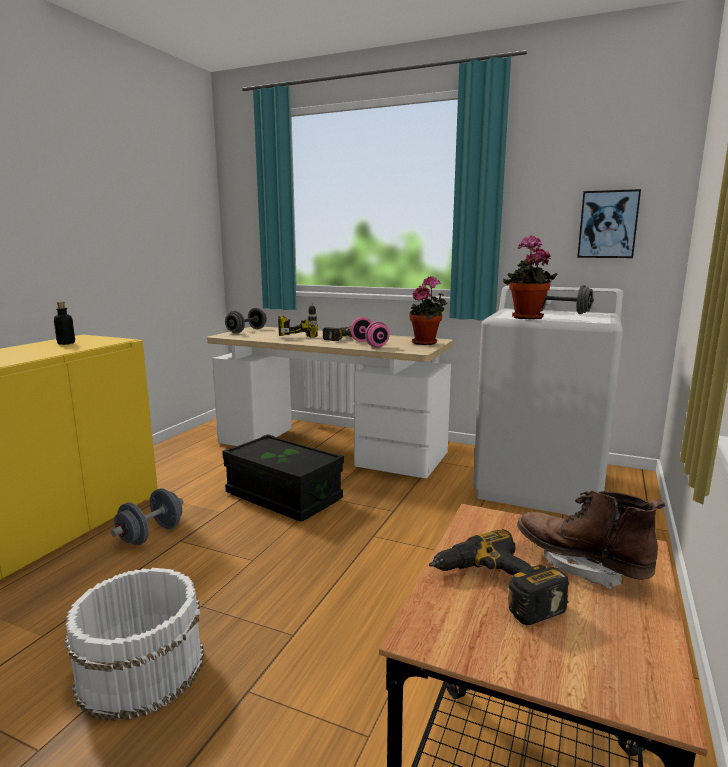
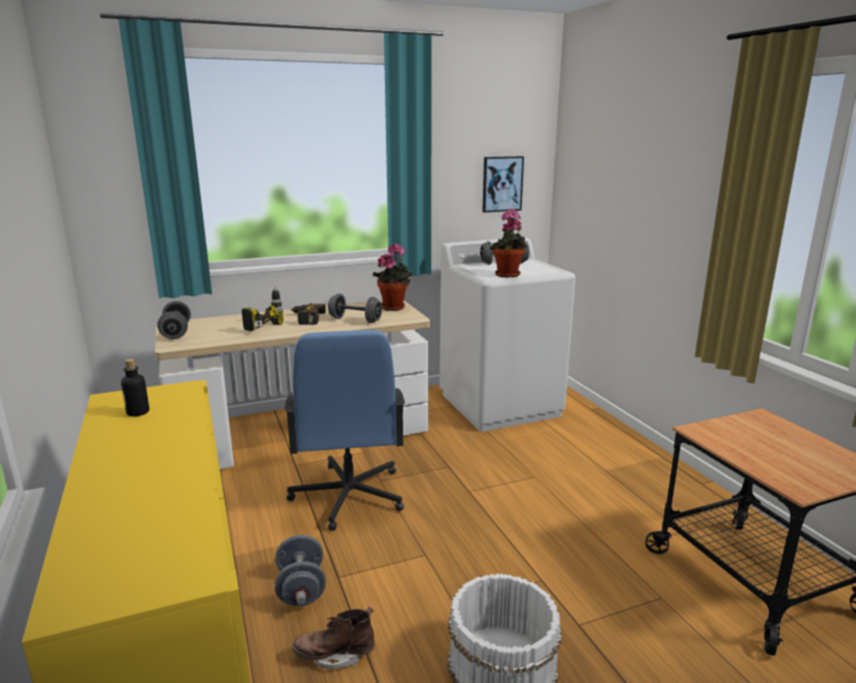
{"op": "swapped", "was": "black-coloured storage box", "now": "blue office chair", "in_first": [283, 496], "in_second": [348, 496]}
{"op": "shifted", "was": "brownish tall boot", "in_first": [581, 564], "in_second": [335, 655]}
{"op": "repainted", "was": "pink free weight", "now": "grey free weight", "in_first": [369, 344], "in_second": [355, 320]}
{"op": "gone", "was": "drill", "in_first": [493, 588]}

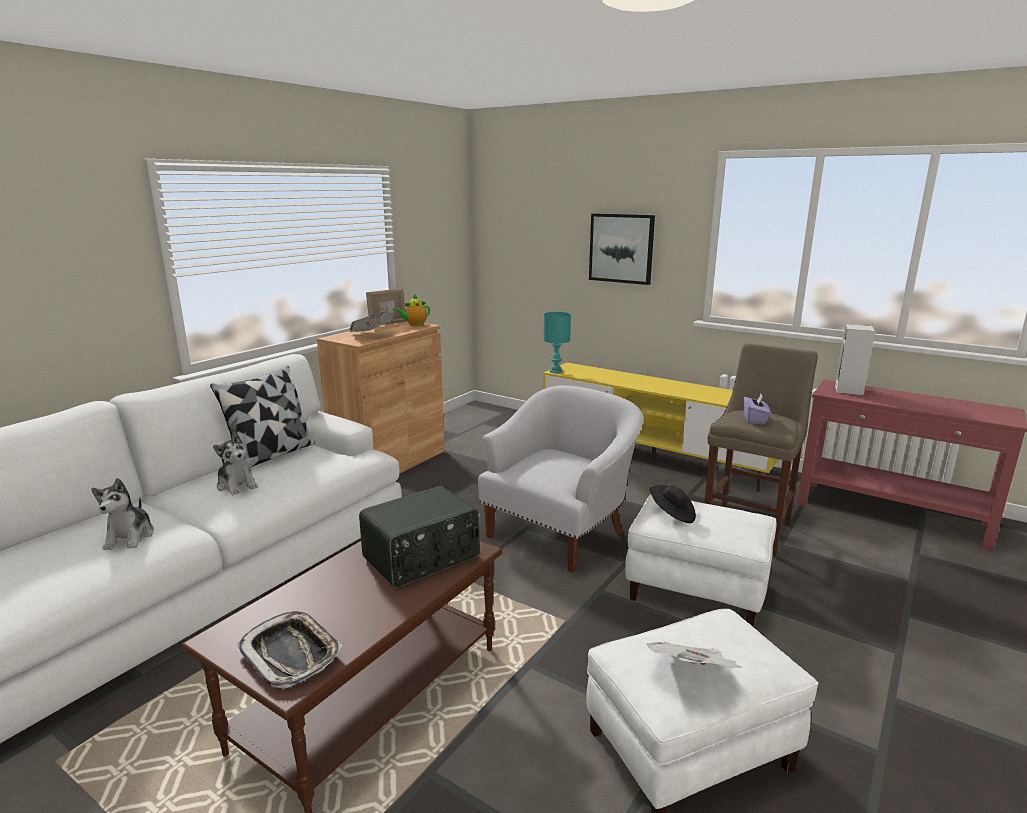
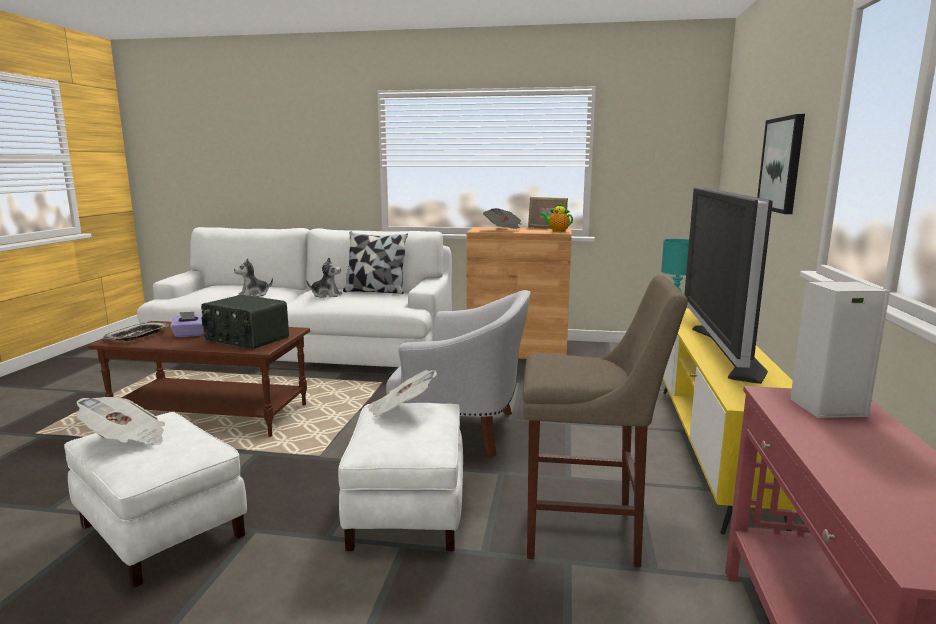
{"op": "shifted", "was": "purple-coloured tissue holder", "in_first": [754, 419], "in_second": [190, 335]}
{"op": "rotated", "was": "cuddly toy", "in_first": [237, 485], "in_second": [326, 295], "clockwise": -105}
{"op": "swapped", "was": "black-coloured wearable hat", "now": "printed paper", "in_first": [672, 514], "in_second": [401, 410]}
{"op": "new", "now": "television", "in_second": [724, 351]}

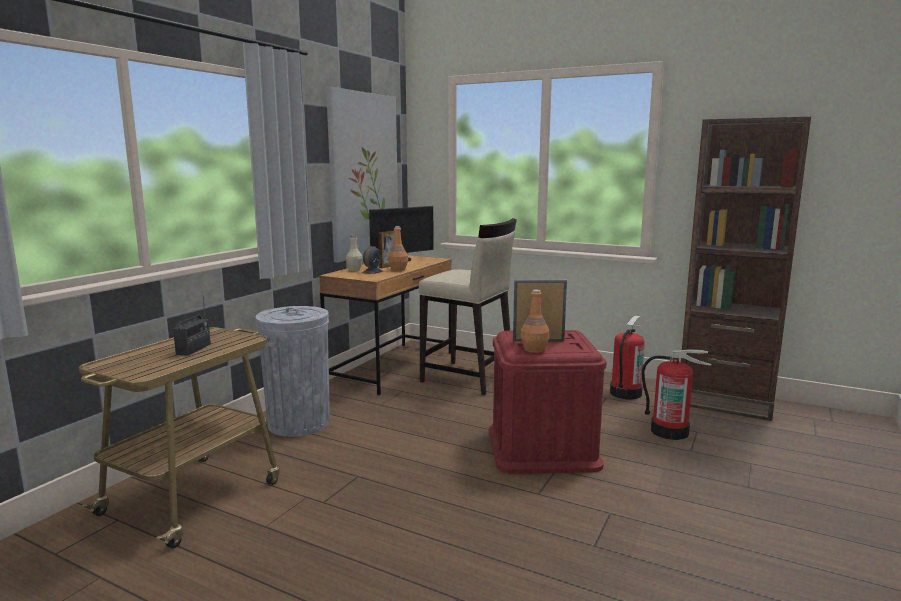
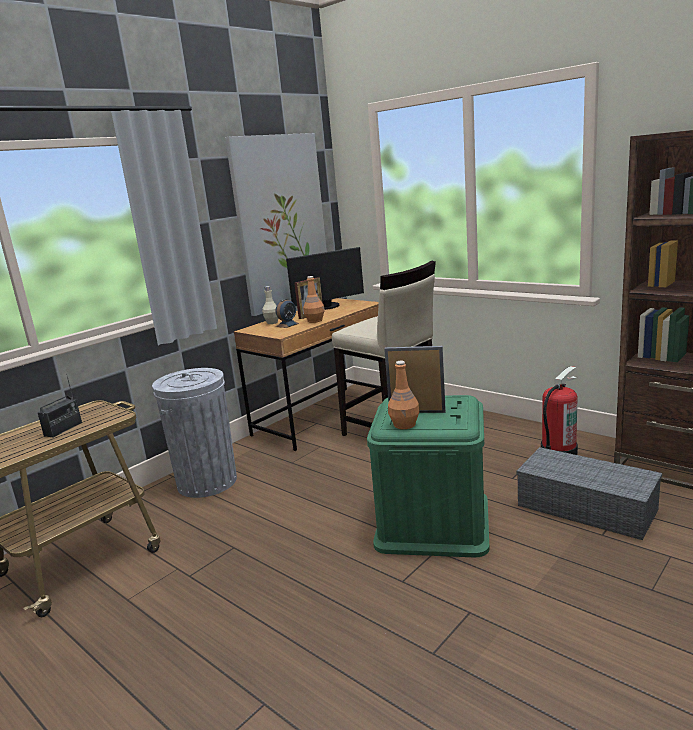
{"op": "repainted", "was": "red-coloured storage box", "now": "greenish storage box", "in_first": [542, 447], "in_second": [433, 522]}
{"op": "swapped", "was": "fire-fighting cylinder", "now": "grey storage box", "in_first": [670, 431], "in_second": [588, 507]}

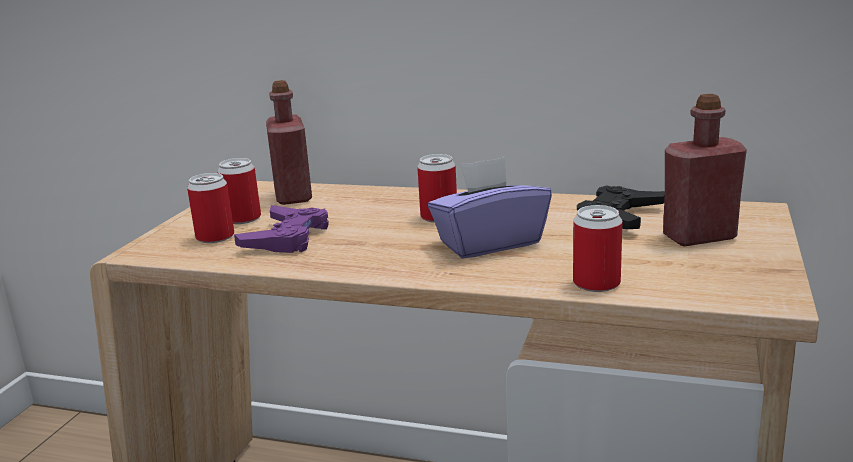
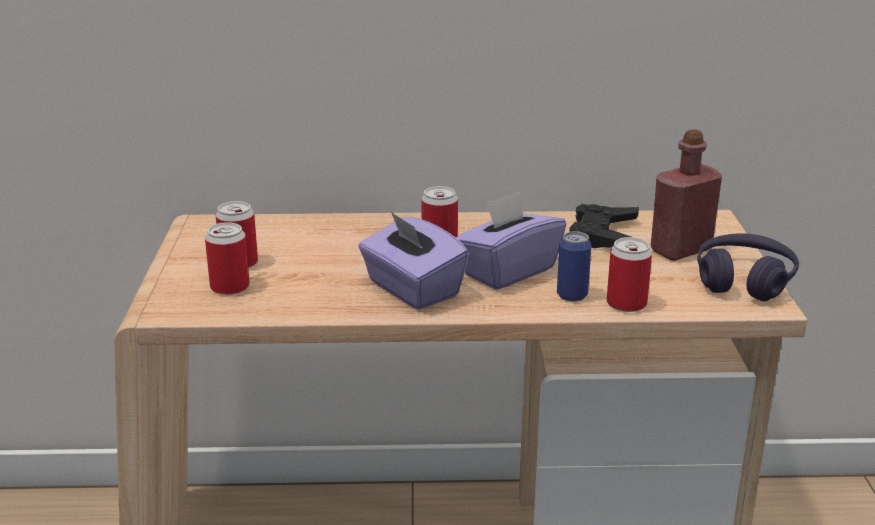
{"op": "new", "now": "purple-coloured tissue holder", "in_second": [412, 289]}
{"op": "new", "now": "can", "in_second": [572, 295]}
{"op": "new", "now": "purple-coloured headset", "in_second": [744, 280]}
{"op": "gone", "was": "purple-coloured game controller", "in_first": [287, 238]}
{"op": "gone", "was": "red-coloured bottle", "in_first": [293, 196]}

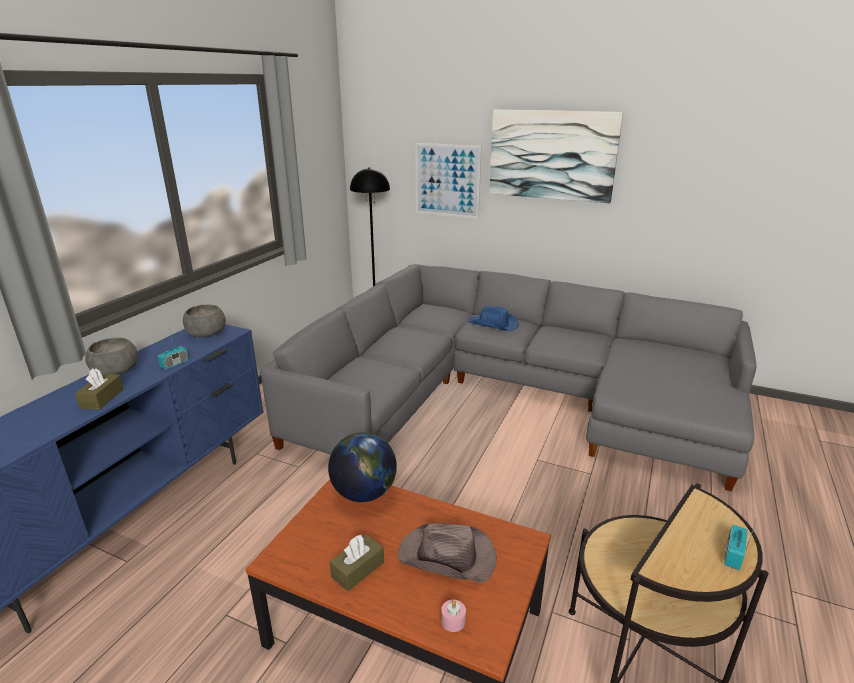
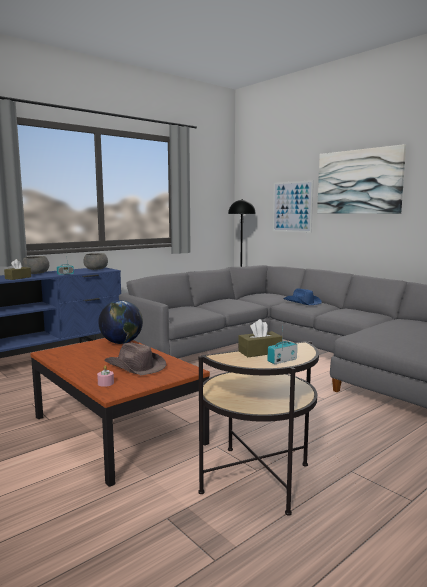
{"op": "shifted", "was": "brownish tissue holder", "in_first": [358, 569], "in_second": [260, 352]}

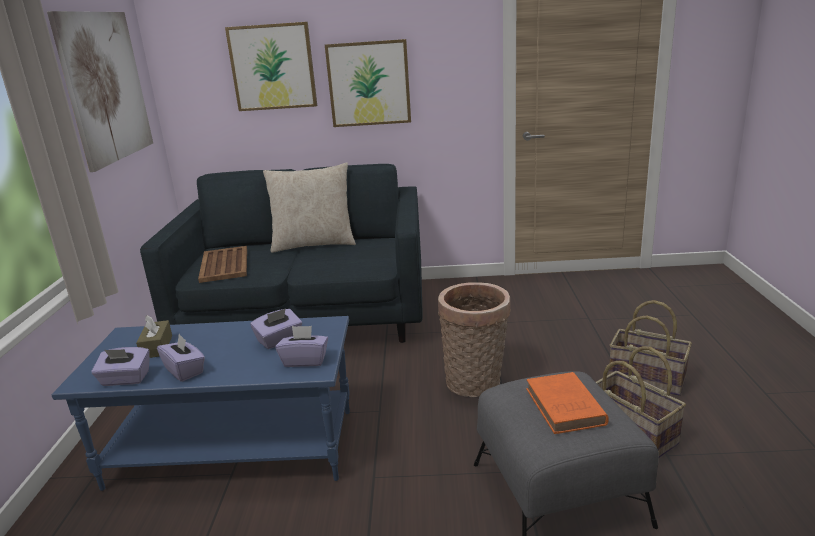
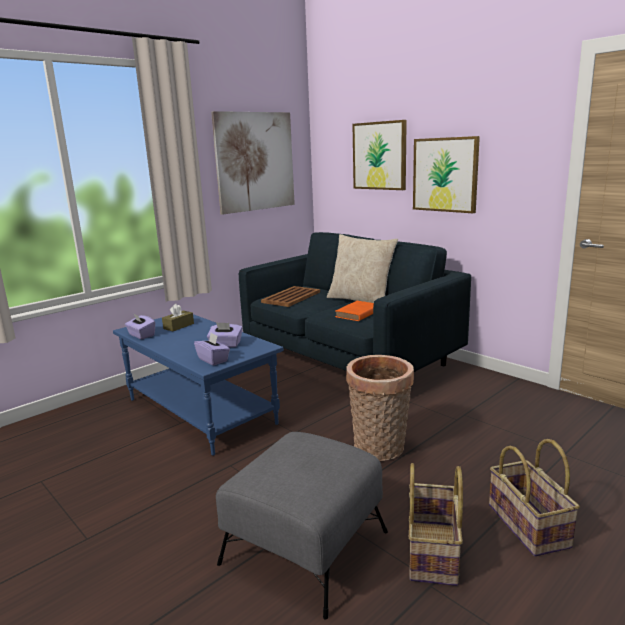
{"op": "shifted", "was": "orangey volume", "in_first": [566, 408], "in_second": [357, 314]}
{"op": "gone", "was": "purple-coloured tissue holder", "in_first": [185, 370]}

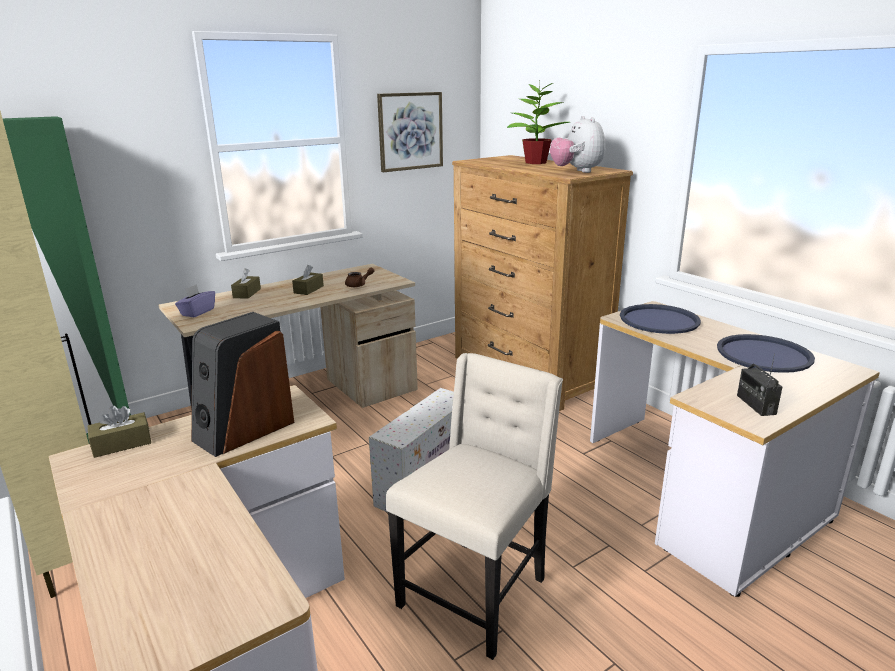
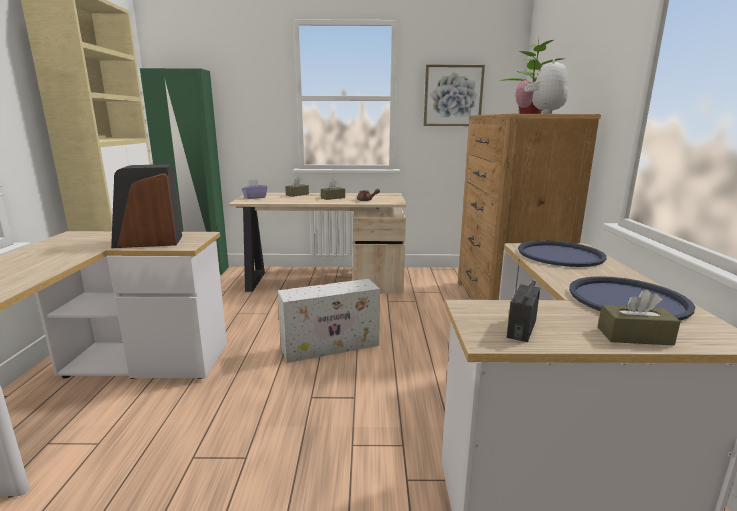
{"op": "shifted", "was": "brownish tissue holder", "in_first": [122, 444], "in_second": [634, 336]}
{"op": "gone", "was": "beige-coloured upright chair", "in_first": [476, 592]}

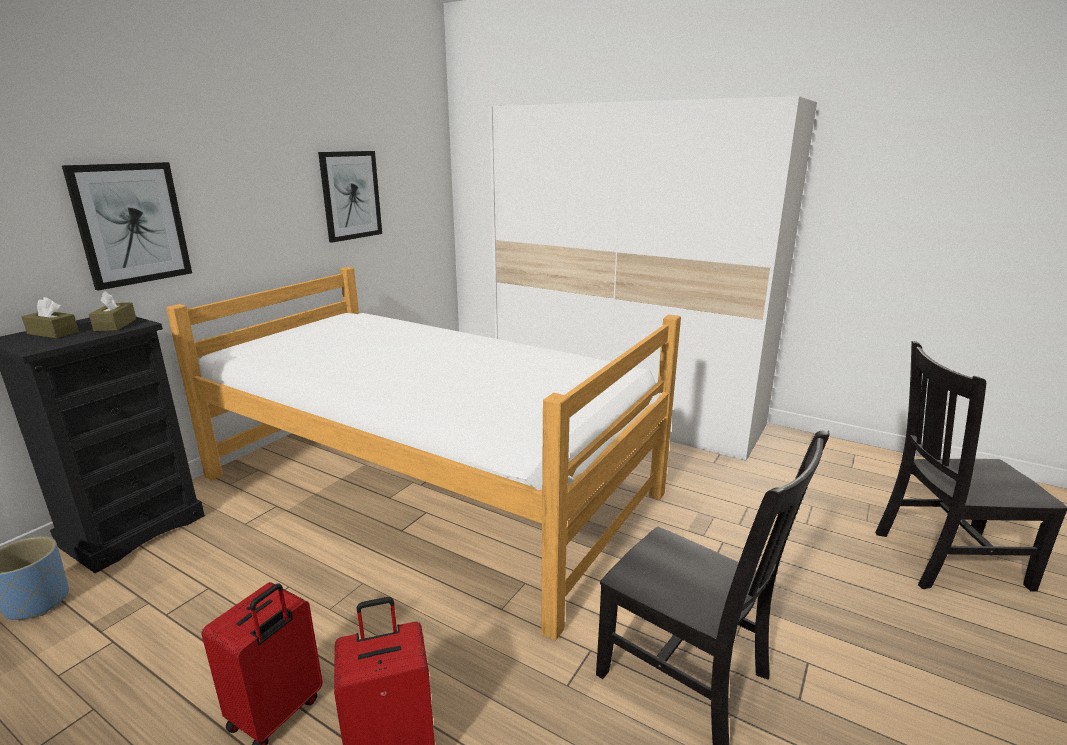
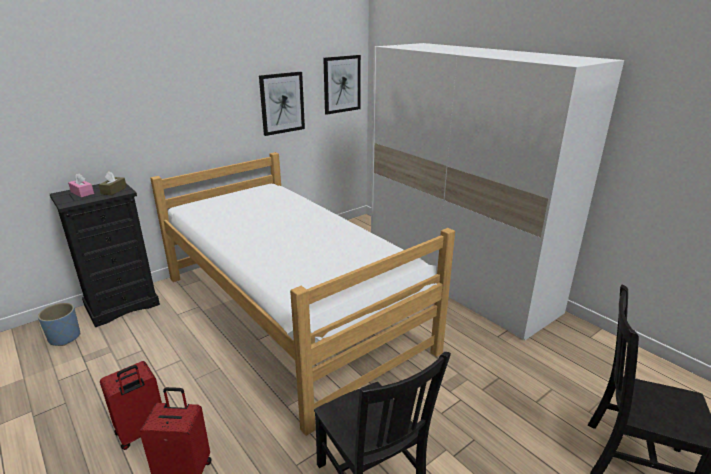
{"op": "repainted", "was": "brownish tissue holder", "now": "pink tissue holder", "in_first": [53, 333], "in_second": [82, 193]}
{"op": "shifted", "was": "picture", "in_first": [131, 224], "in_second": [341, 84]}

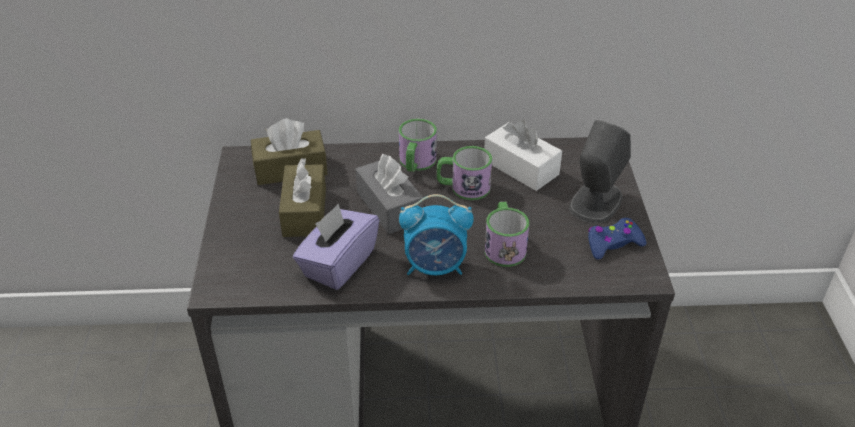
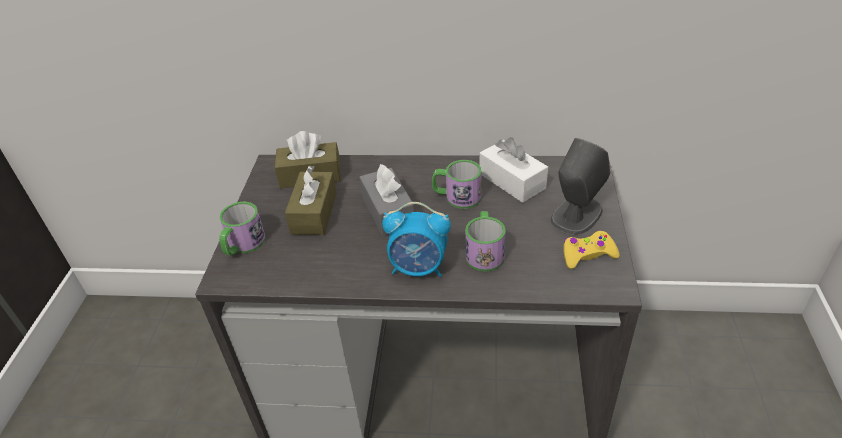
{"op": "shifted", "was": "coffee mug", "in_first": [416, 163], "in_second": [243, 245]}
{"op": "repainted", "was": "blue game controller", "now": "yellow game controller", "in_first": [613, 244], "in_second": [587, 255]}
{"op": "gone", "was": "purple-coloured tissue holder", "in_first": [338, 264]}

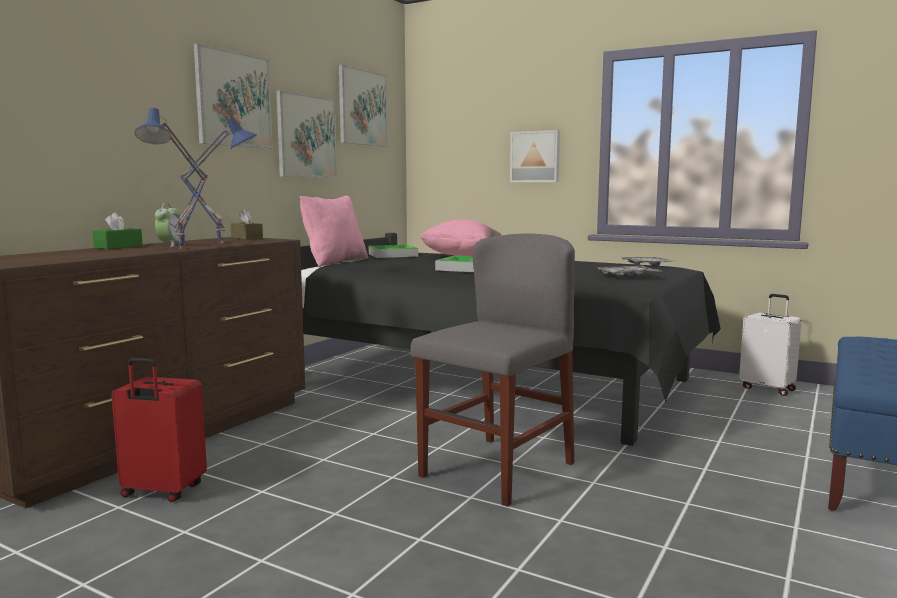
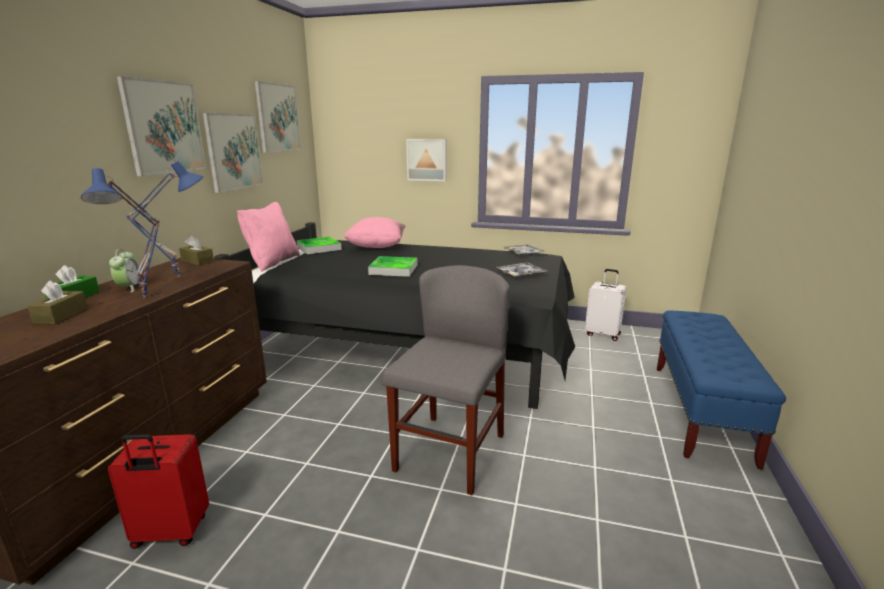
{"op": "new", "now": "brownish tissue holder", "in_second": [61, 315]}

